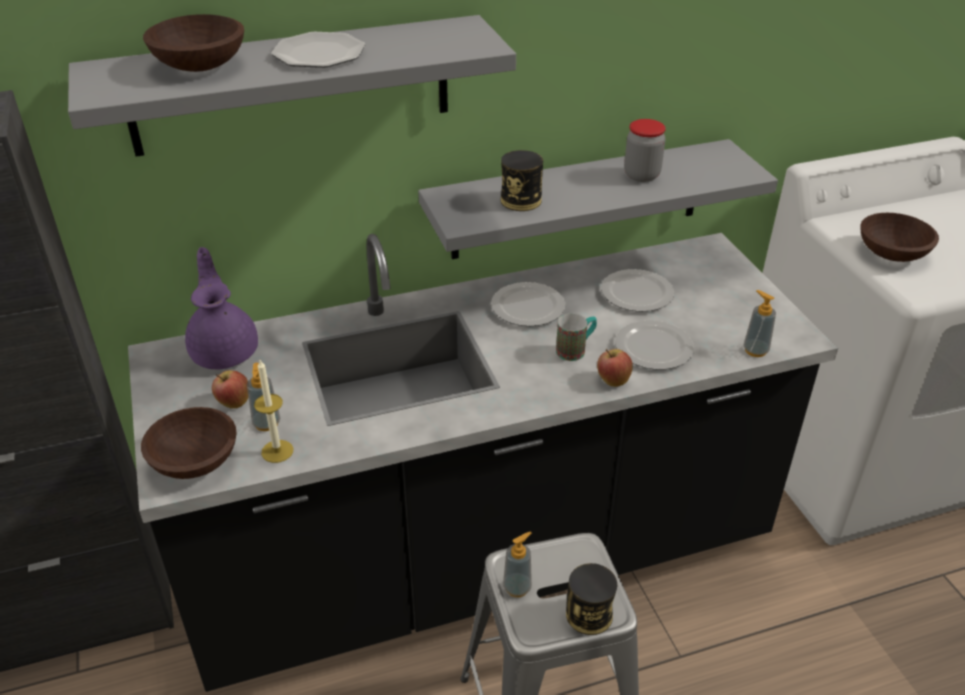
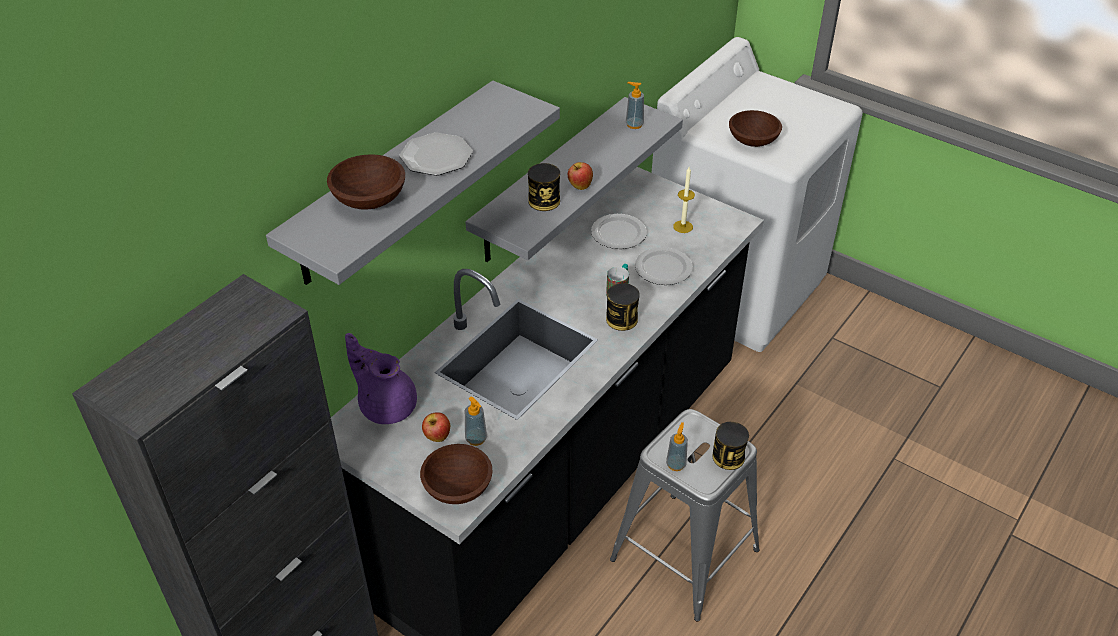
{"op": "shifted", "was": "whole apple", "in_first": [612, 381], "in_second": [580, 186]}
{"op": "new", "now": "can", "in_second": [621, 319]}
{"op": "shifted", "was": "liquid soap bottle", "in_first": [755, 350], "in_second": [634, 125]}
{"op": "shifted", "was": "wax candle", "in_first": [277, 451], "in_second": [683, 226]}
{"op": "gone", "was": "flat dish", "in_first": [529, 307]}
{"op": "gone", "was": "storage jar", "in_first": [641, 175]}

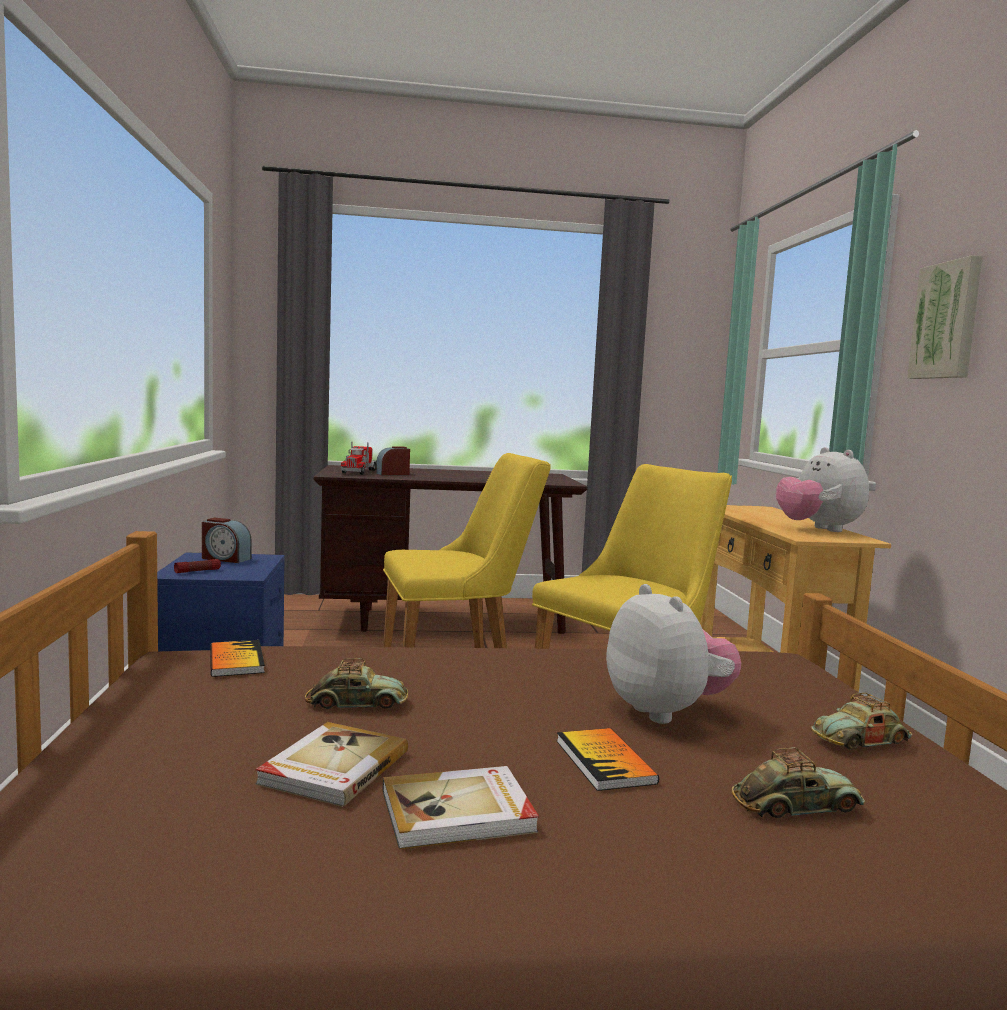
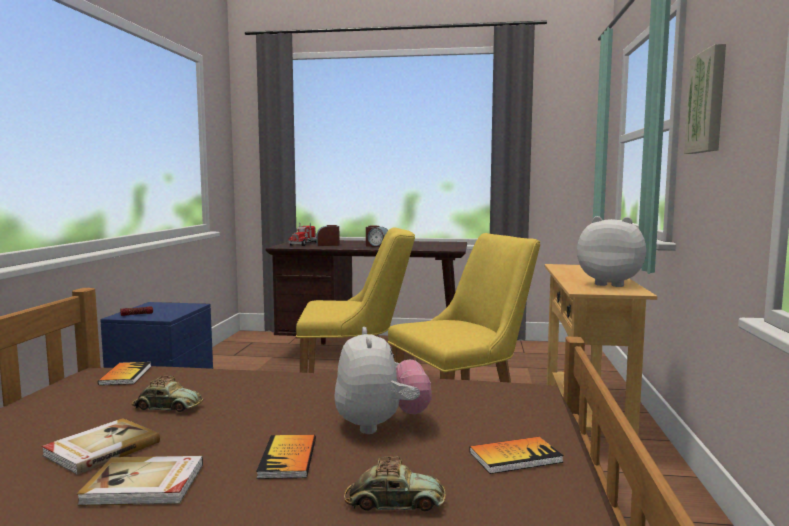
{"op": "shifted", "was": "table clock", "in_first": [225, 559], "in_second": [377, 246]}
{"op": "swapped", "was": "toy car", "now": "volume", "in_first": [861, 740], "in_second": [515, 457]}
{"op": "rotated", "was": "cuddly toy", "in_first": [818, 529], "in_second": [610, 284], "clockwise": 120}

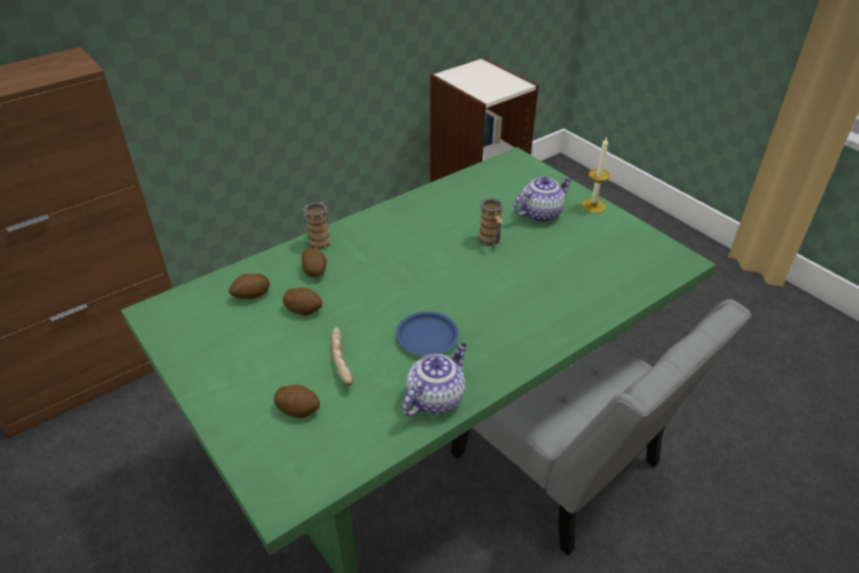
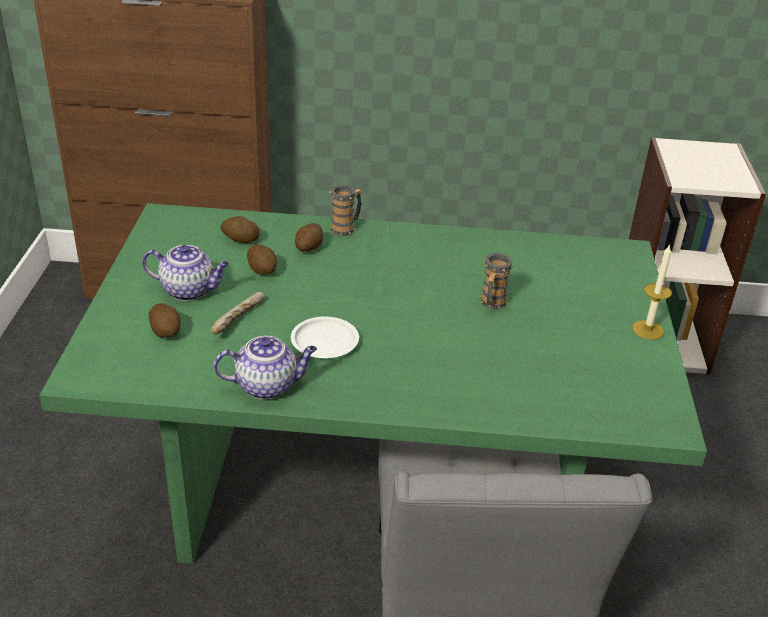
{"op": "shifted", "was": "tea pot", "in_first": [541, 213], "in_second": [189, 290]}
{"op": "repainted", "was": "blue flat dish", "now": "whitish flat dish", "in_first": [427, 337], "in_second": [325, 342]}

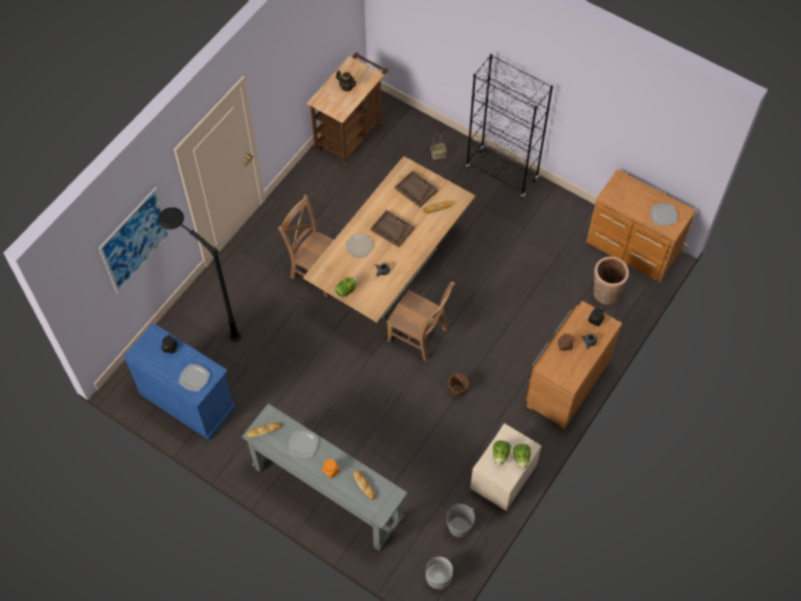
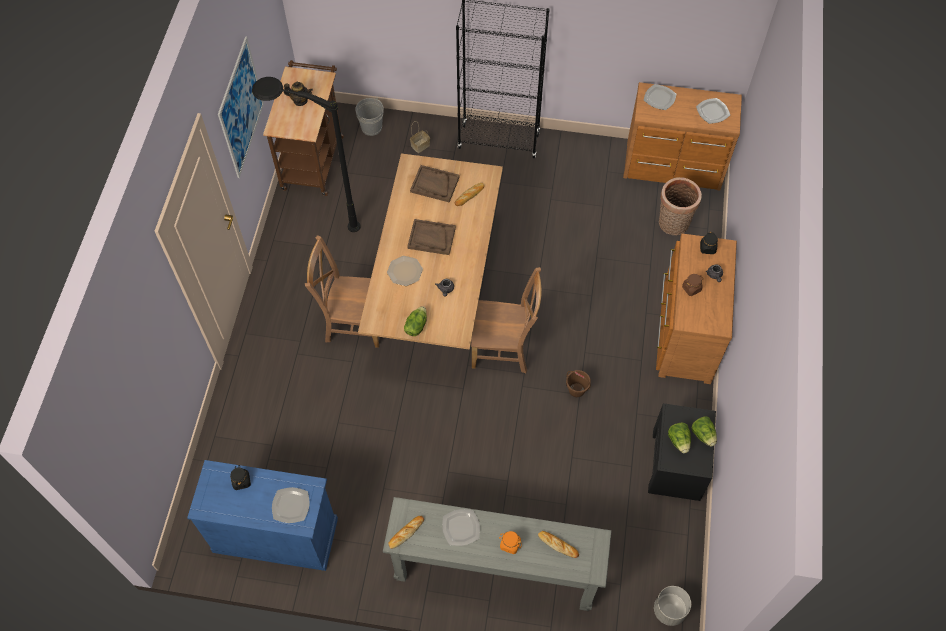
{"op": "shifted", "was": "picture", "in_first": [135, 240], "in_second": [241, 108]}
{"op": "shifted", "was": "black-coloured floor lamp", "in_first": [208, 317], "in_second": [314, 220]}
{"op": "shifted", "was": "grey bucket", "in_first": [459, 527], "in_second": [371, 127]}
{"op": "new", "now": "flat dish", "in_second": [660, 98]}
{"op": "repainted", "was": "beige-coloured night table", "now": "black-coloured night table", "in_first": [503, 477], "in_second": [676, 464]}

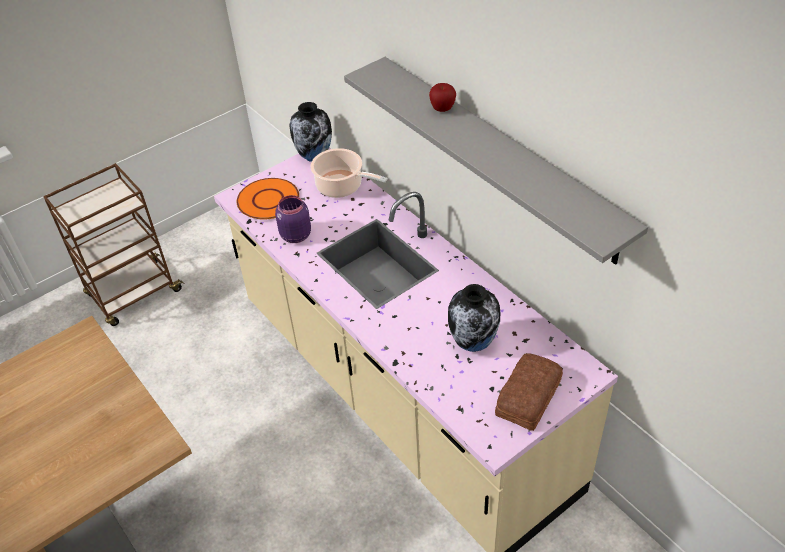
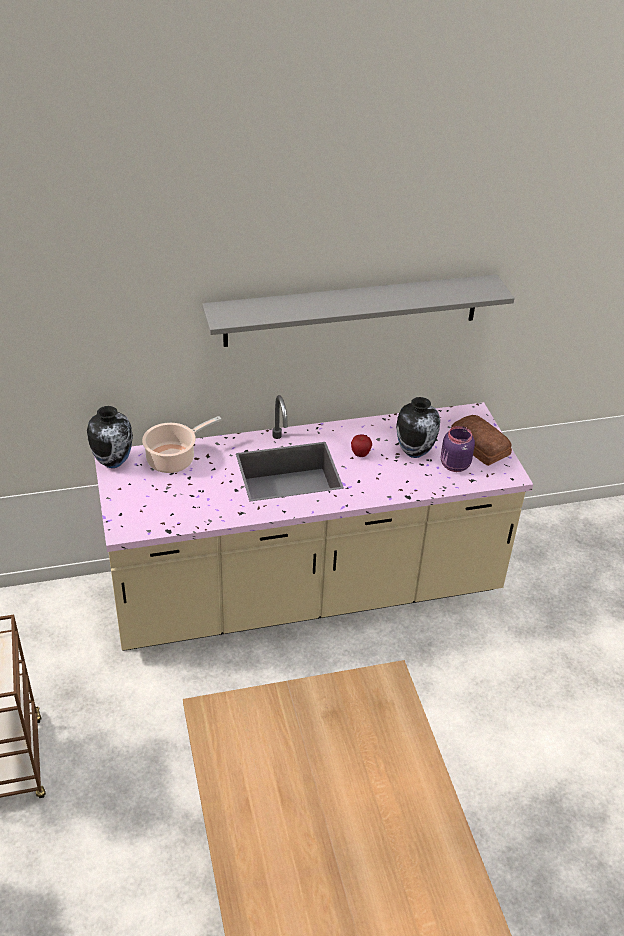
{"op": "shifted", "was": "whole apple", "in_first": [442, 109], "in_second": [360, 454]}
{"op": "shifted", "was": "purple-coloured storage jar", "in_first": [295, 235], "in_second": [454, 465]}
{"op": "gone", "was": "orangey flat dish", "in_first": [267, 200]}

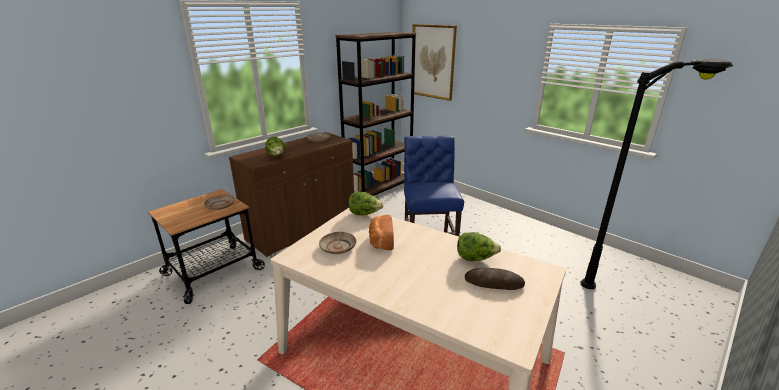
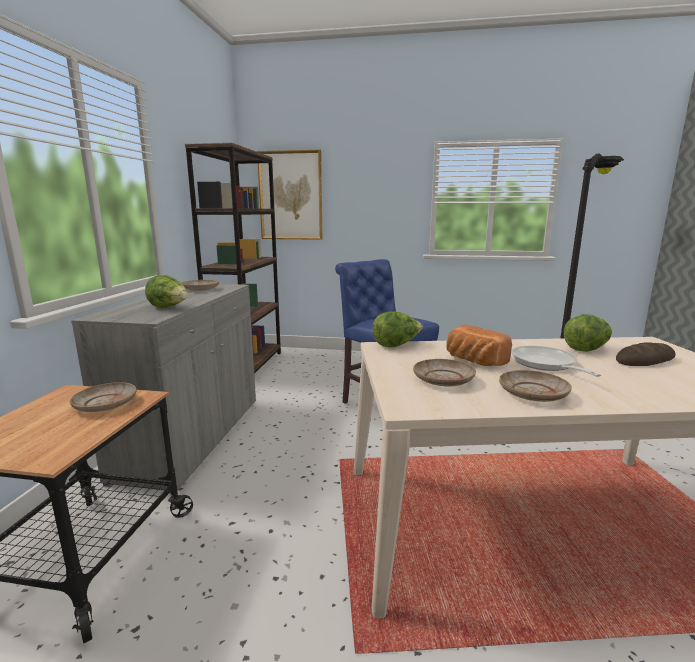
{"op": "repainted", "was": "brownish cupboard", "now": "grey cupboard", "in_first": [303, 229], "in_second": [193, 437]}
{"op": "new", "now": "beige-coloured flat dish", "in_second": [533, 394]}
{"op": "new", "now": "pan", "in_second": [545, 364]}

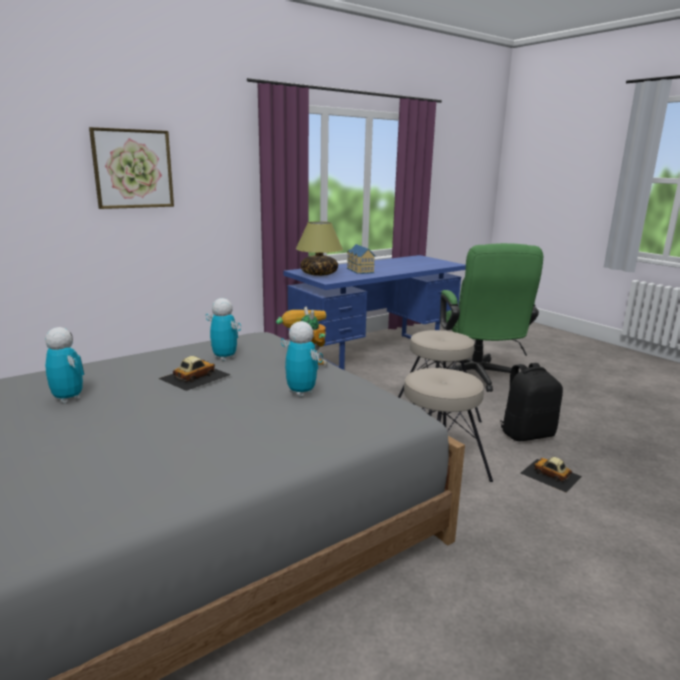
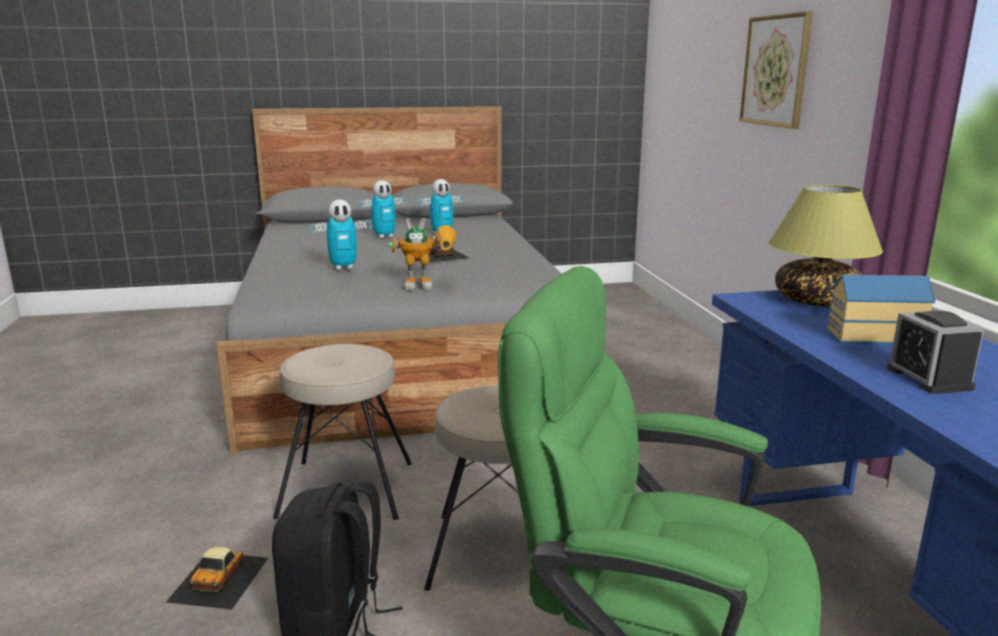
{"op": "rotated", "was": "toy car", "in_first": [551, 475], "in_second": [220, 578], "clockwise": 120}
{"op": "shifted", "was": "robot figure", "in_first": [224, 357], "in_second": [384, 236]}
{"op": "new", "now": "table clock", "in_second": [928, 378]}

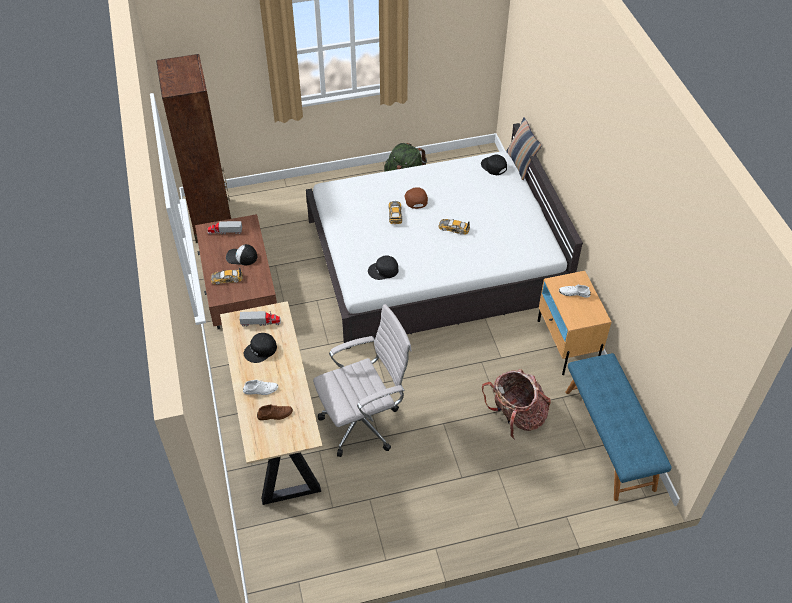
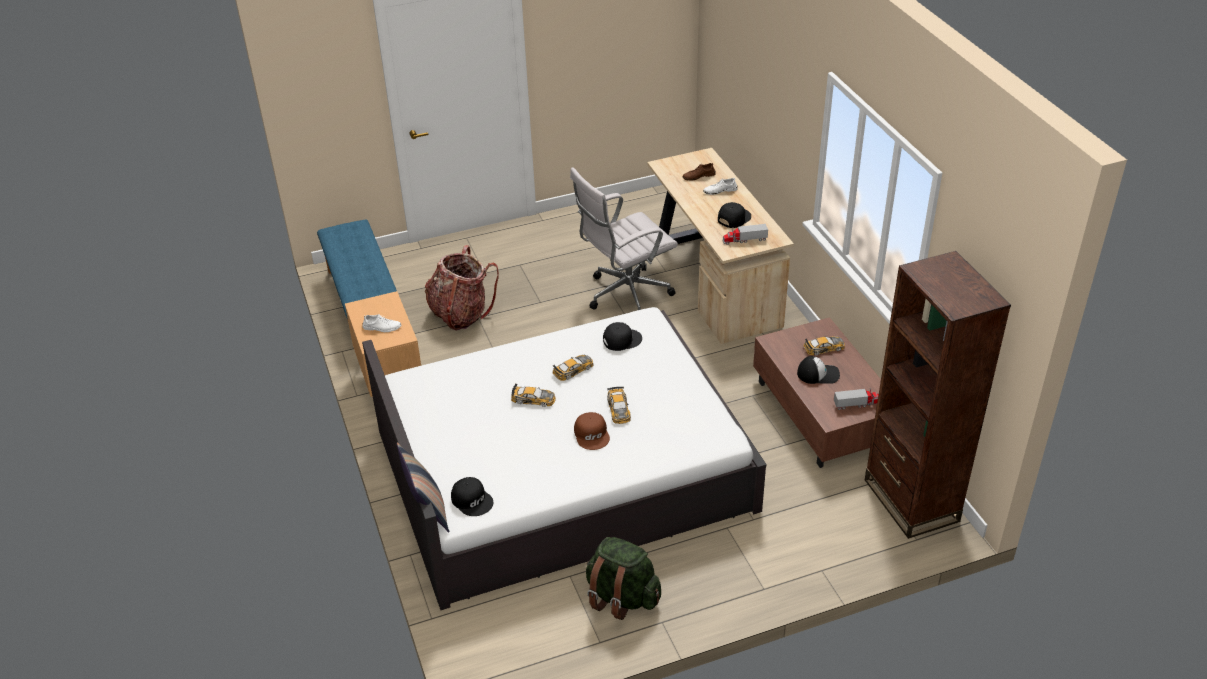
{"op": "new", "now": "toy car", "in_second": [573, 369]}

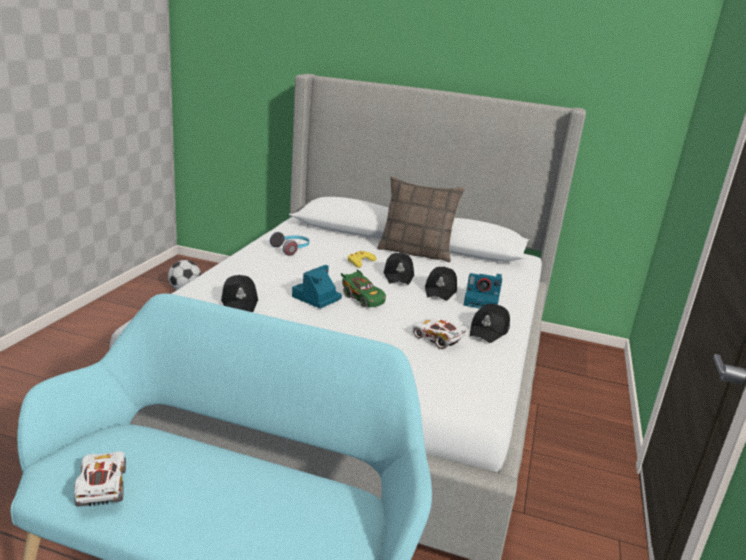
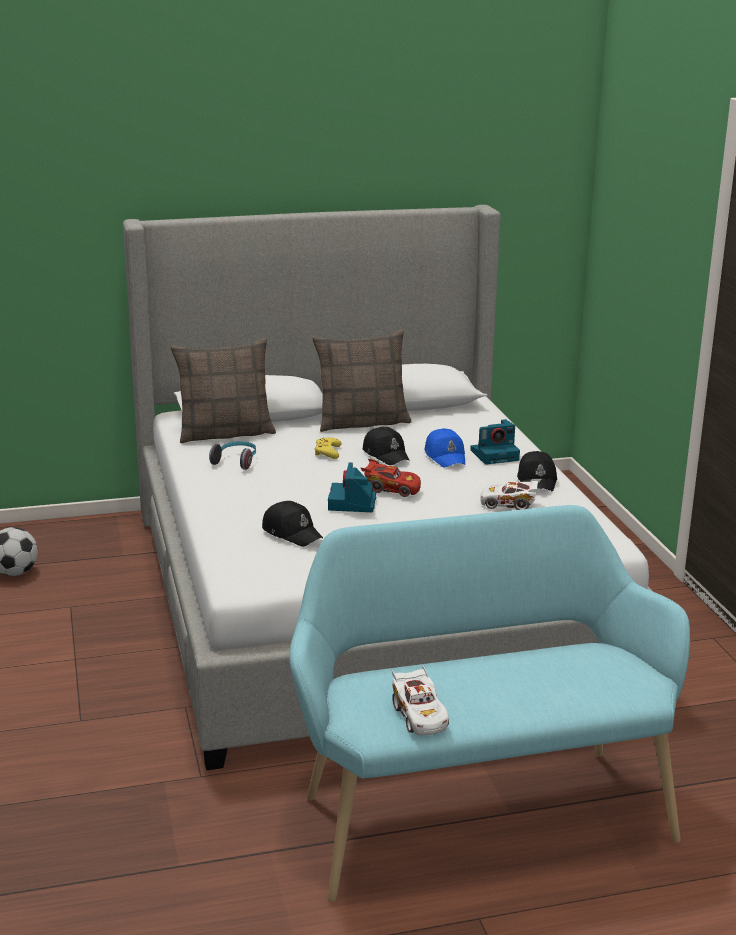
{"op": "new", "now": "pillow", "in_second": [225, 433]}
{"op": "repainted", "was": "greenish toy car", "now": "red-coloured toy car", "in_first": [362, 298], "in_second": [391, 489]}
{"op": "rotated", "was": "whitish toy car", "in_first": [102, 489], "in_second": [419, 715], "clockwise": -150}
{"op": "repainted", "was": "black-coloured cap", "now": "blue cap", "in_first": [441, 290], "in_second": [445, 456]}

